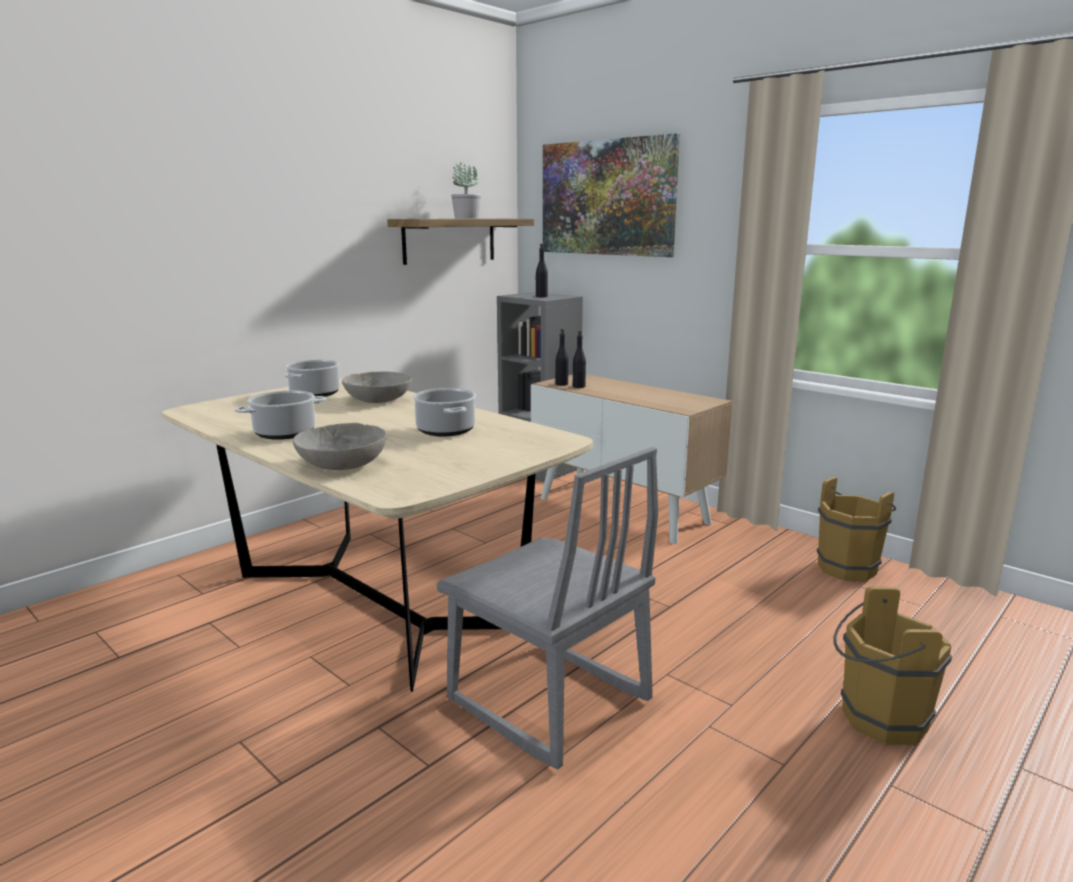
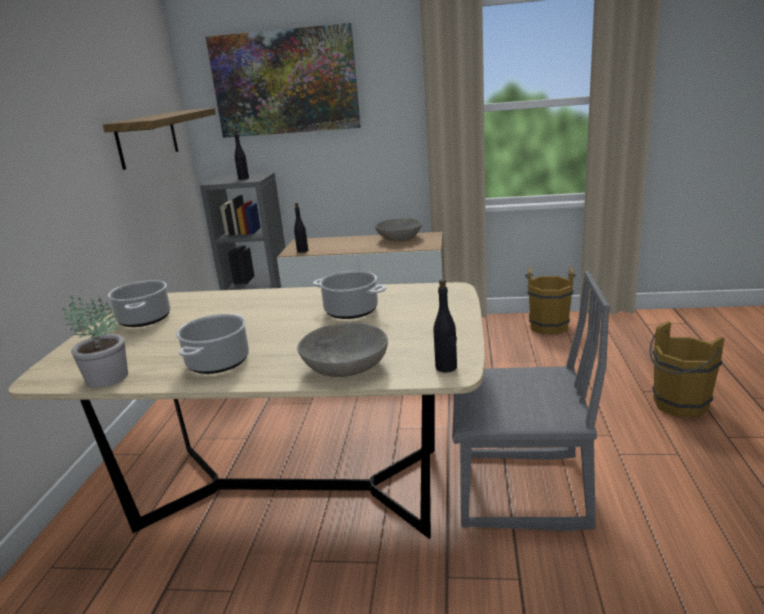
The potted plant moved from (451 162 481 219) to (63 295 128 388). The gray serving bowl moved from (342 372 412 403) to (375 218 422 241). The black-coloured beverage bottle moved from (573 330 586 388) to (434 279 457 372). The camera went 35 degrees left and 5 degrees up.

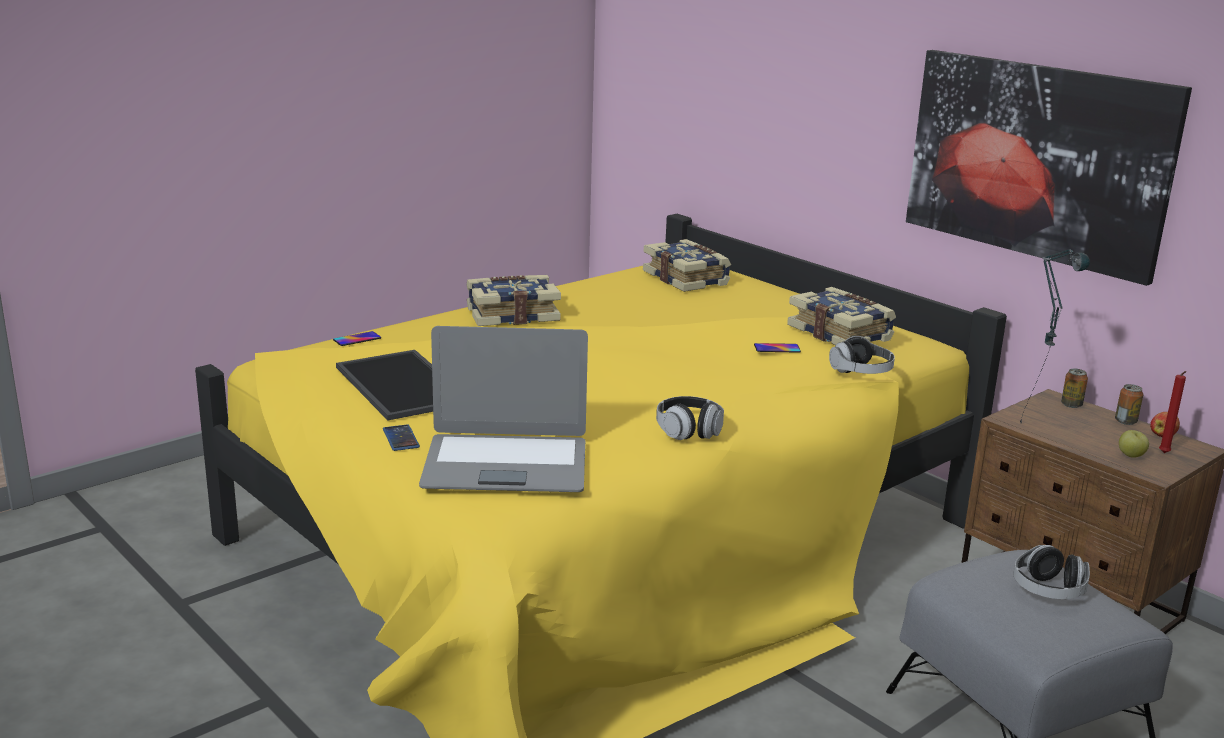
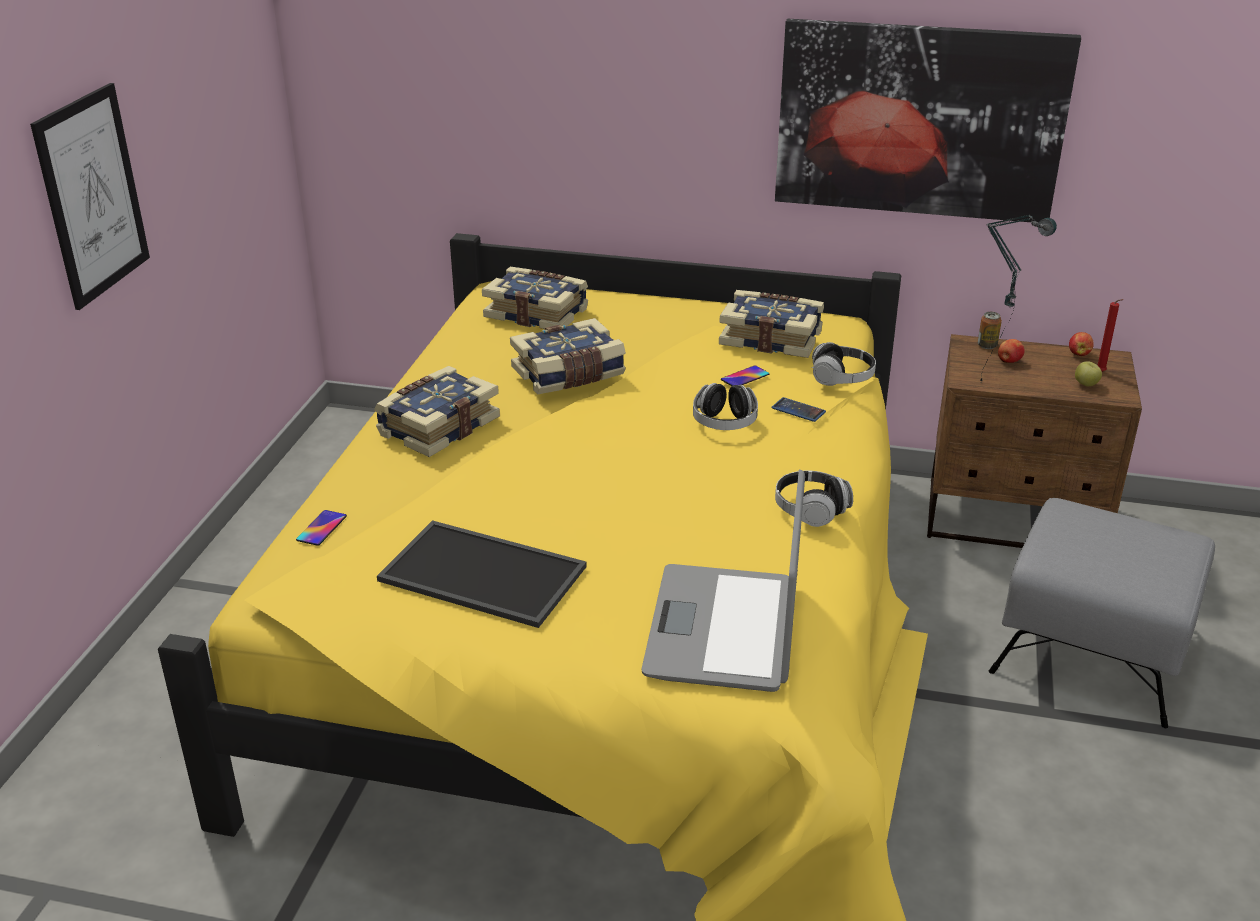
The wall art at (30 83 150 310) appeared. The bound book at (510 318 626 395) appeared. The portable computer at (419 326 588 492) turned 135 degrees clockwise. The headset moved from (1013 545 1090 599) to (693 383 758 430). The phone moved from (383 424 420 451) to (771 397 826 422). The apple fruit at (998 339 1025 363) appeared. The can at (1115 384 1143 425) disappeared. The camera went 35 degrees left and 10 degrees up.

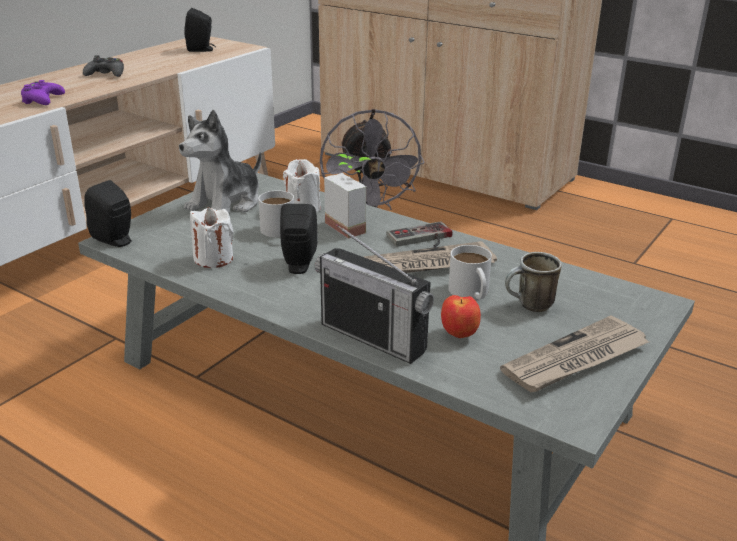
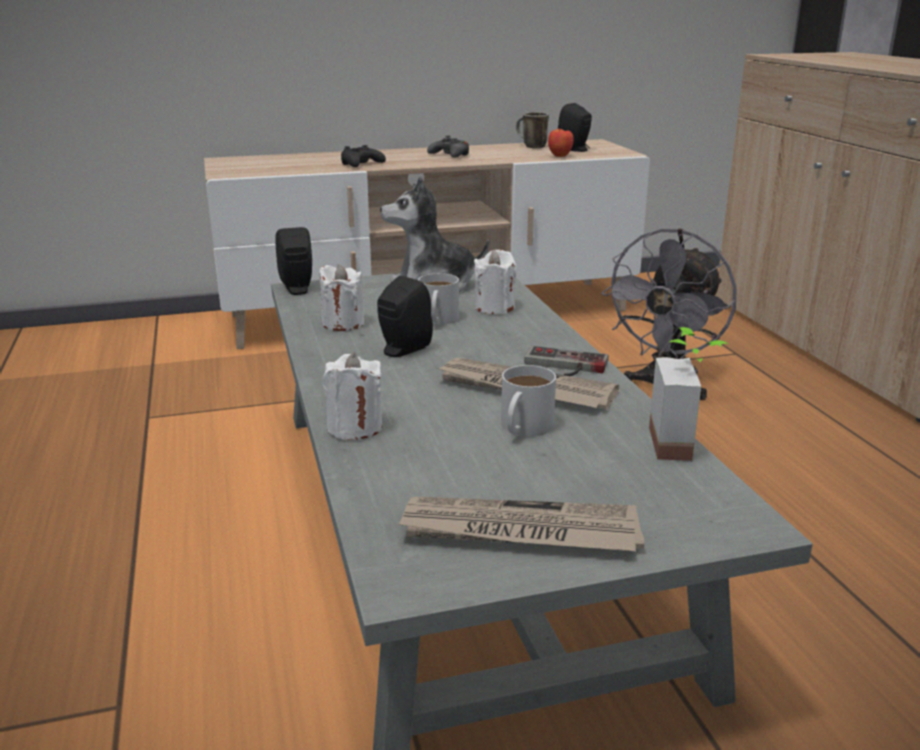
The radio receiver at (315 224 434 364) was replaced by the whitish candle at (323 353 382 440). The purple gamepad at (21 80 65 105) became the black-coloured gamepad at (341 145 386 167). The coffee mug moved from (505 252 562 312) to (516 112 549 148). The apple fruit moved from (441 295 481 338) to (548 129 574 157). The potted plant moved from (324 154 371 238) to (649 327 729 461). The camera went 40 degrees right and 5 degrees down.

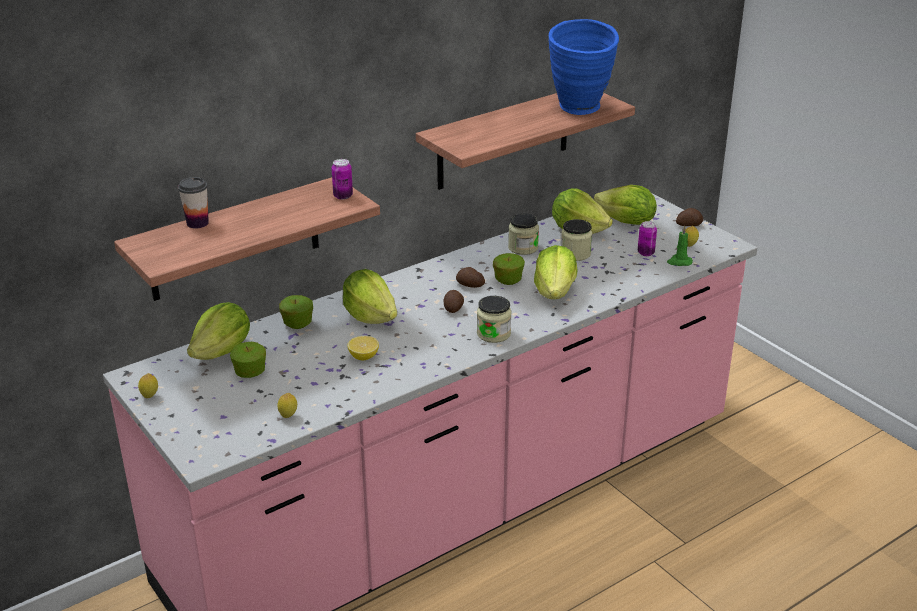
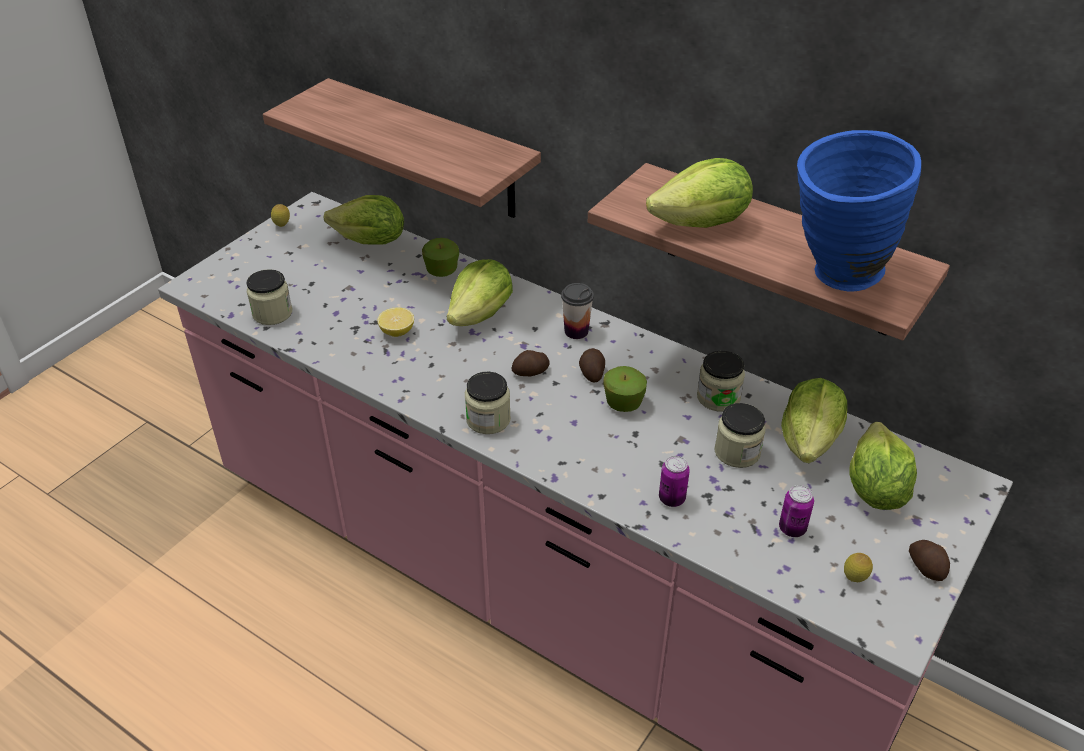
The citrus fruit at (277 393 297 418) was replaced by the storage jar at (246 269 292 325). The small cup moved from (178 177 209 229) to (561 283 594 339). The lettuce head moved from (534 245 578 299) to (646 158 753 228). The can moved from (331 159 353 200) to (659 456 690 507). The apple fruit at (230 342 266 378) disappeared. The green-coloured candle at (667 226 693 266) disappeared. The camera went 70 degrees right and 10 degrees up.

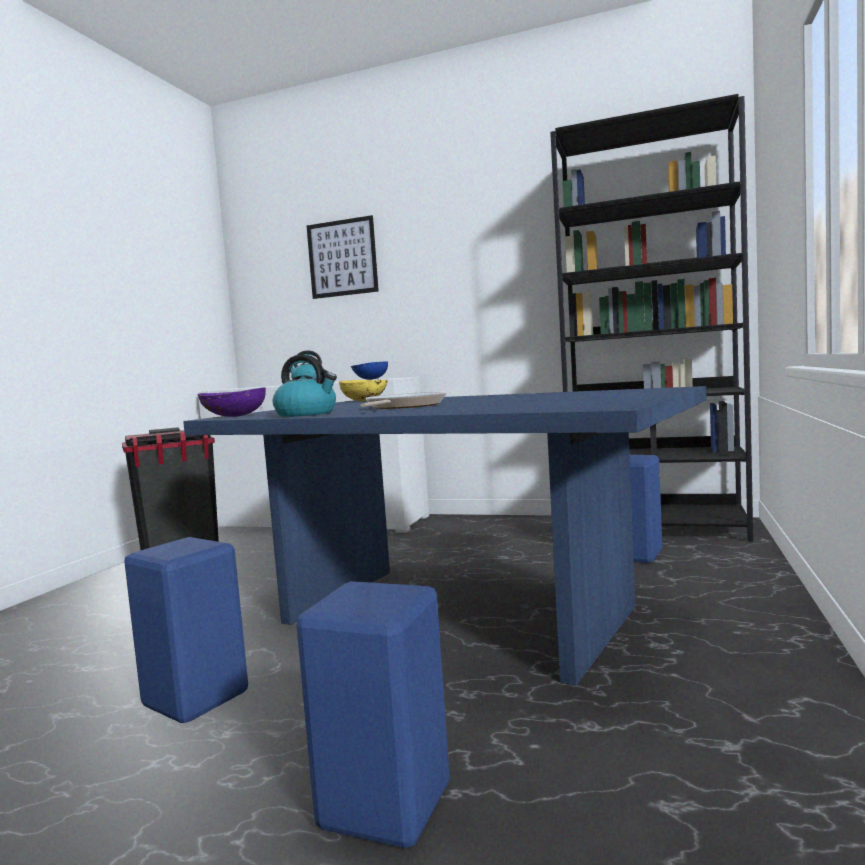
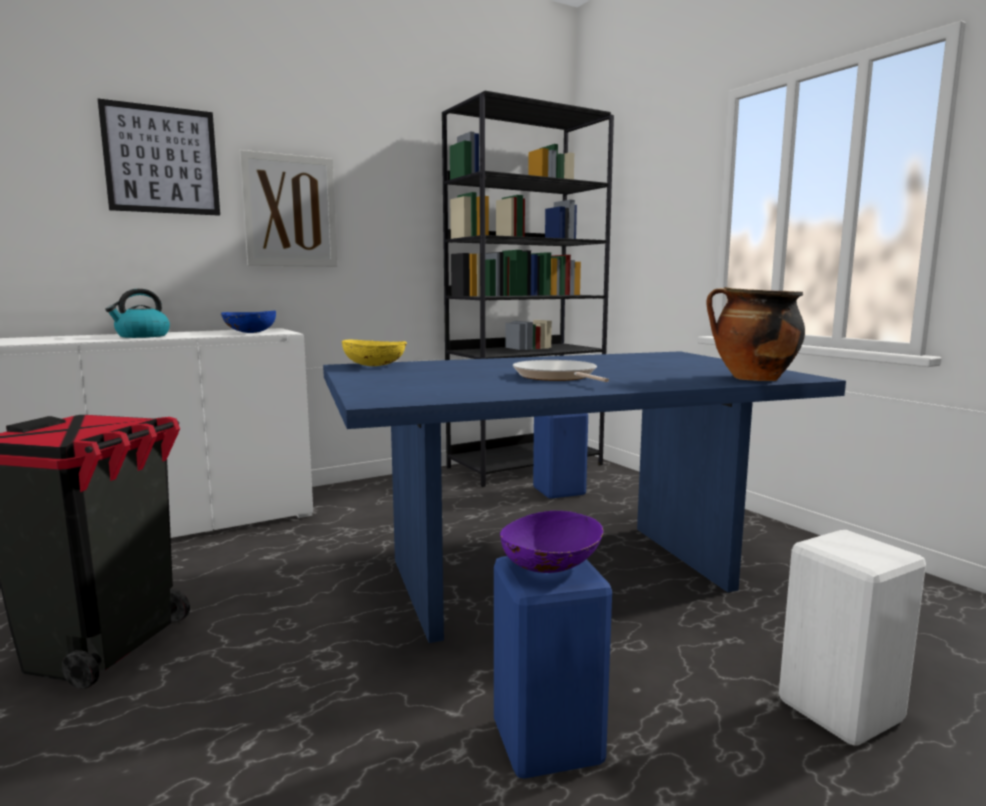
The wall art at (240 150 337 267) appeared. The purple serving bowl moved from (197 387 266 417) to (500 511 604 573). The saucepot at (706 287 805 381) appeared. The bluish stool seat at (297 581 450 848) became the whitish stool seat at (779 530 926 745). The tea kettle at (273 355 337 417) disappeared. The camera went 50 degrees left and 5 degrees up.

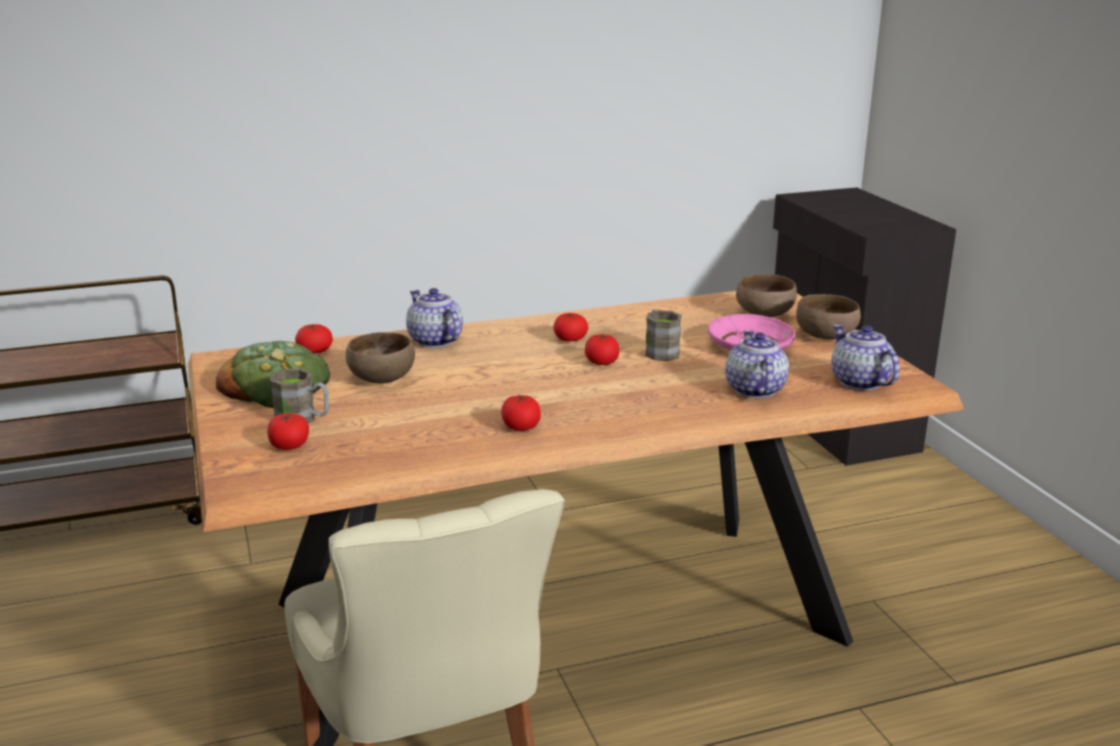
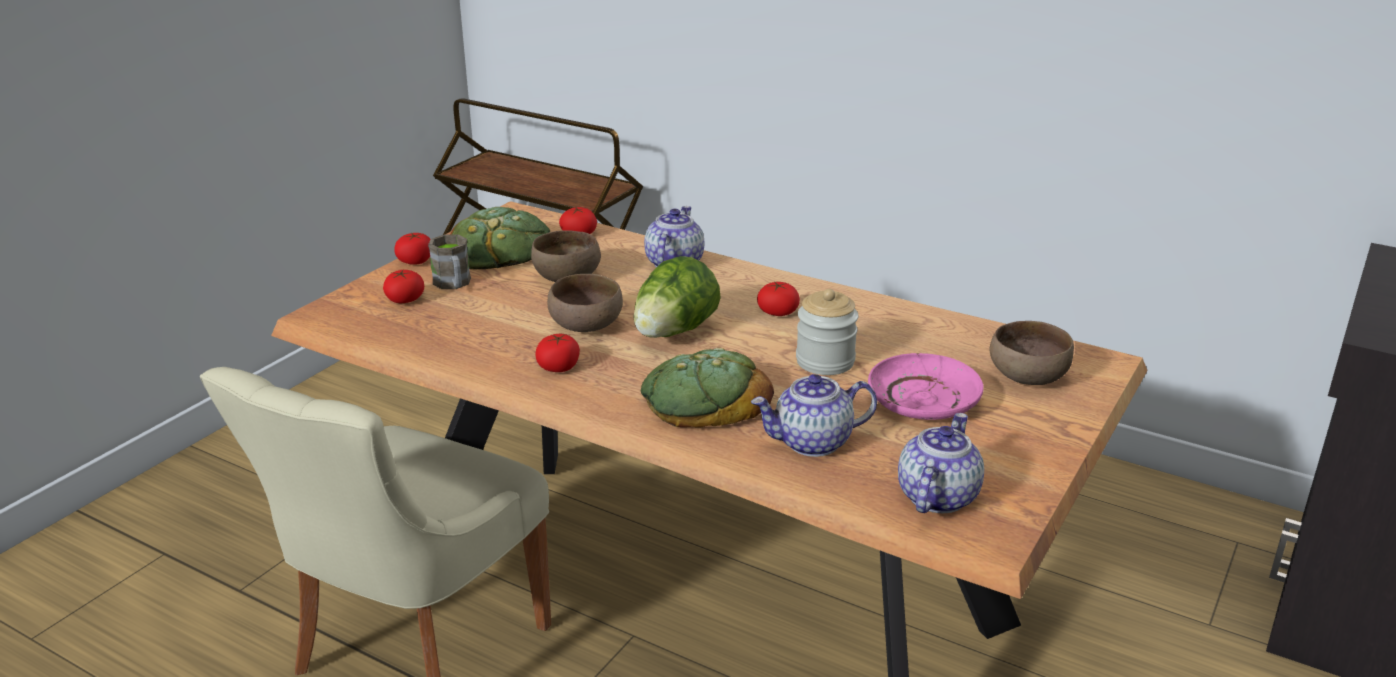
The tomato moved from (585 334 619 365) to (394 233 431 265). The brown-coloured serving bowl moved from (796 294 861 340) to (547 274 623 332). The lettuce head at (633 256 721 338) appeared. The bread at (640 348 774 427) appeared. The teapot at (725 330 789 398) turned 150 degrees counterclockwise. The brown-coloured coffee mug at (645 309 682 361) was replaced by the storage jar at (796 289 858 375). The camera went 50 degrees right and 5 degrees up.

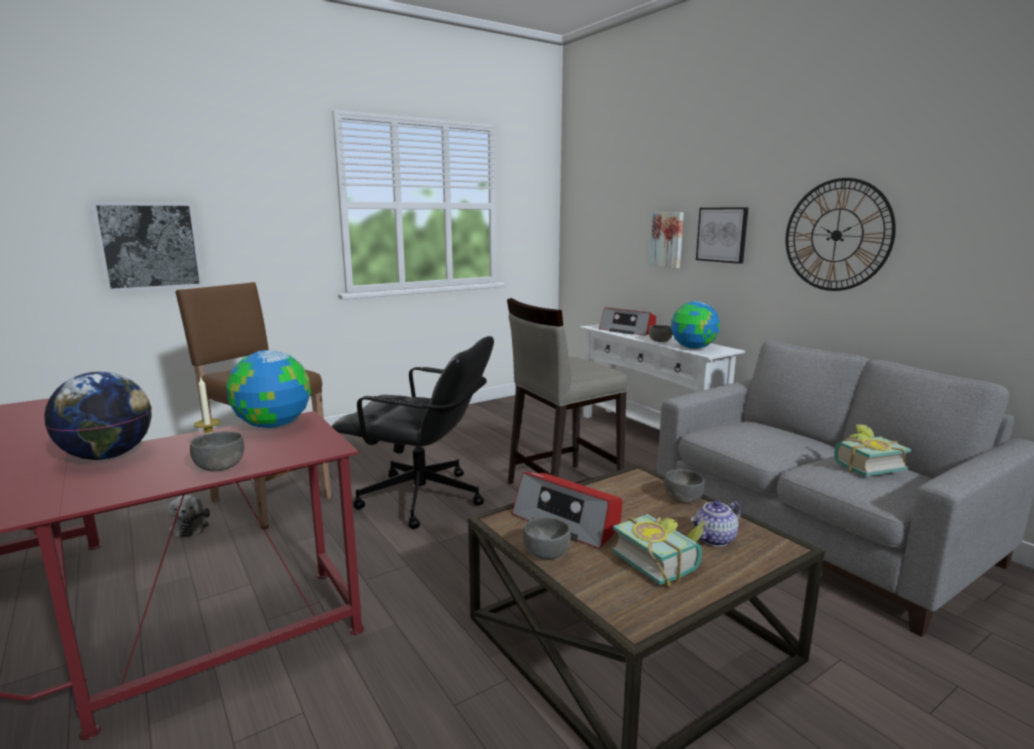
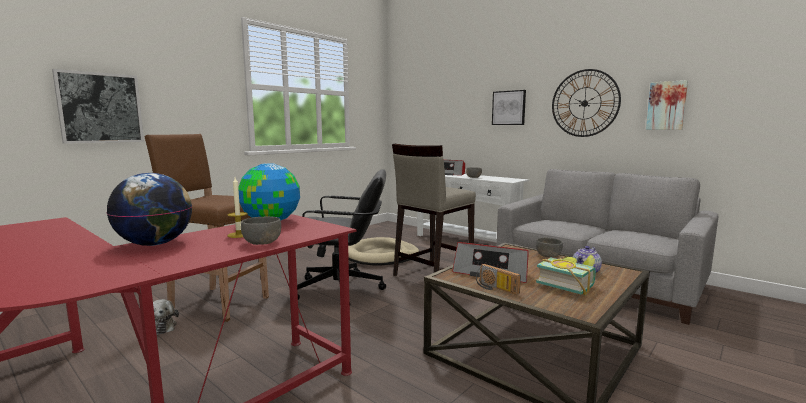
The beige dog bed at (348 237 419 266) appeared. The gray serving bowl at (523 517 571 560) was replaced by the radio receiver at (476 264 521 295). The wall art moved from (650 212 684 268) to (646 80 688 130). The world globe at (671 301 720 349) disappeared. The bound book at (834 424 911 476) disappeared. The camera went 15 degrees left and 5 degrees down.

